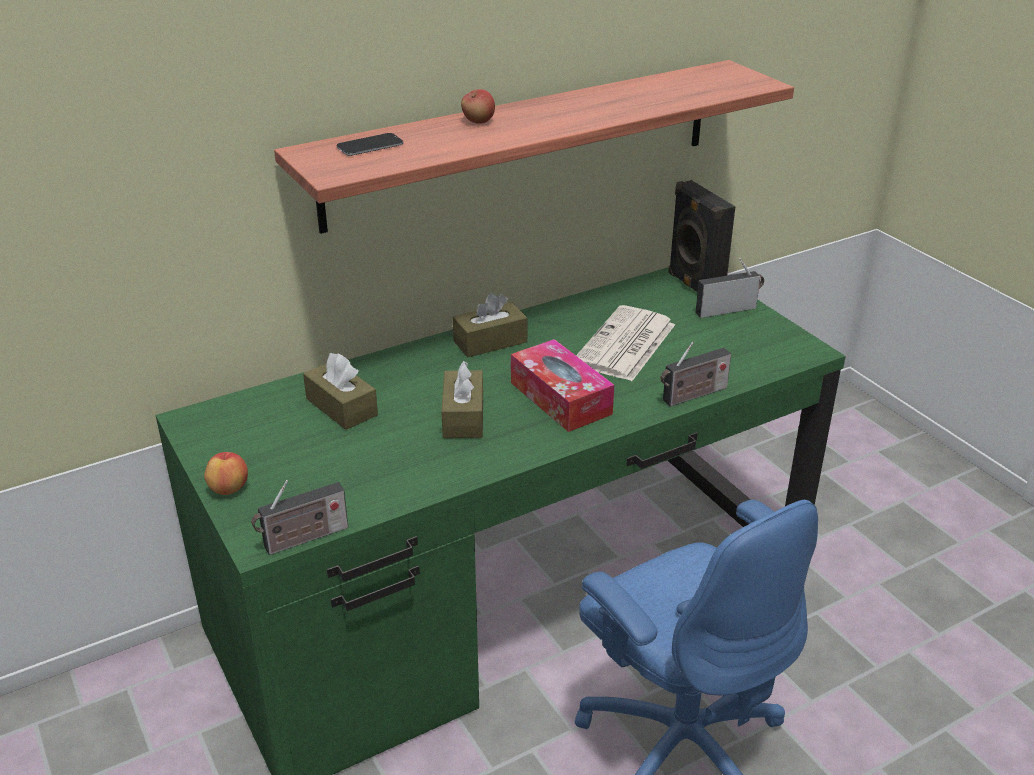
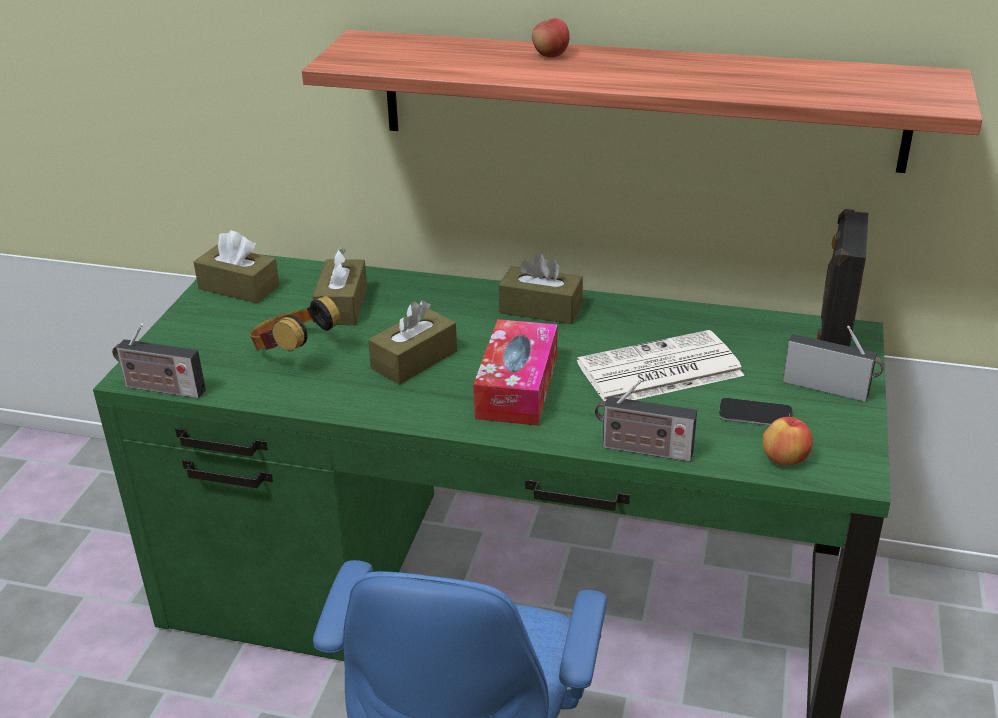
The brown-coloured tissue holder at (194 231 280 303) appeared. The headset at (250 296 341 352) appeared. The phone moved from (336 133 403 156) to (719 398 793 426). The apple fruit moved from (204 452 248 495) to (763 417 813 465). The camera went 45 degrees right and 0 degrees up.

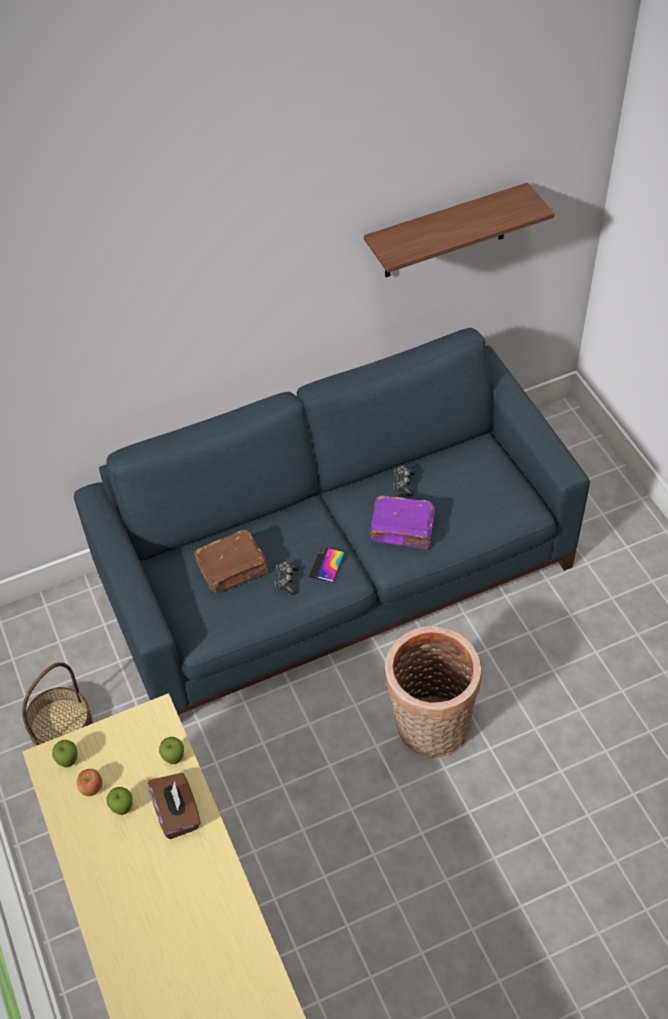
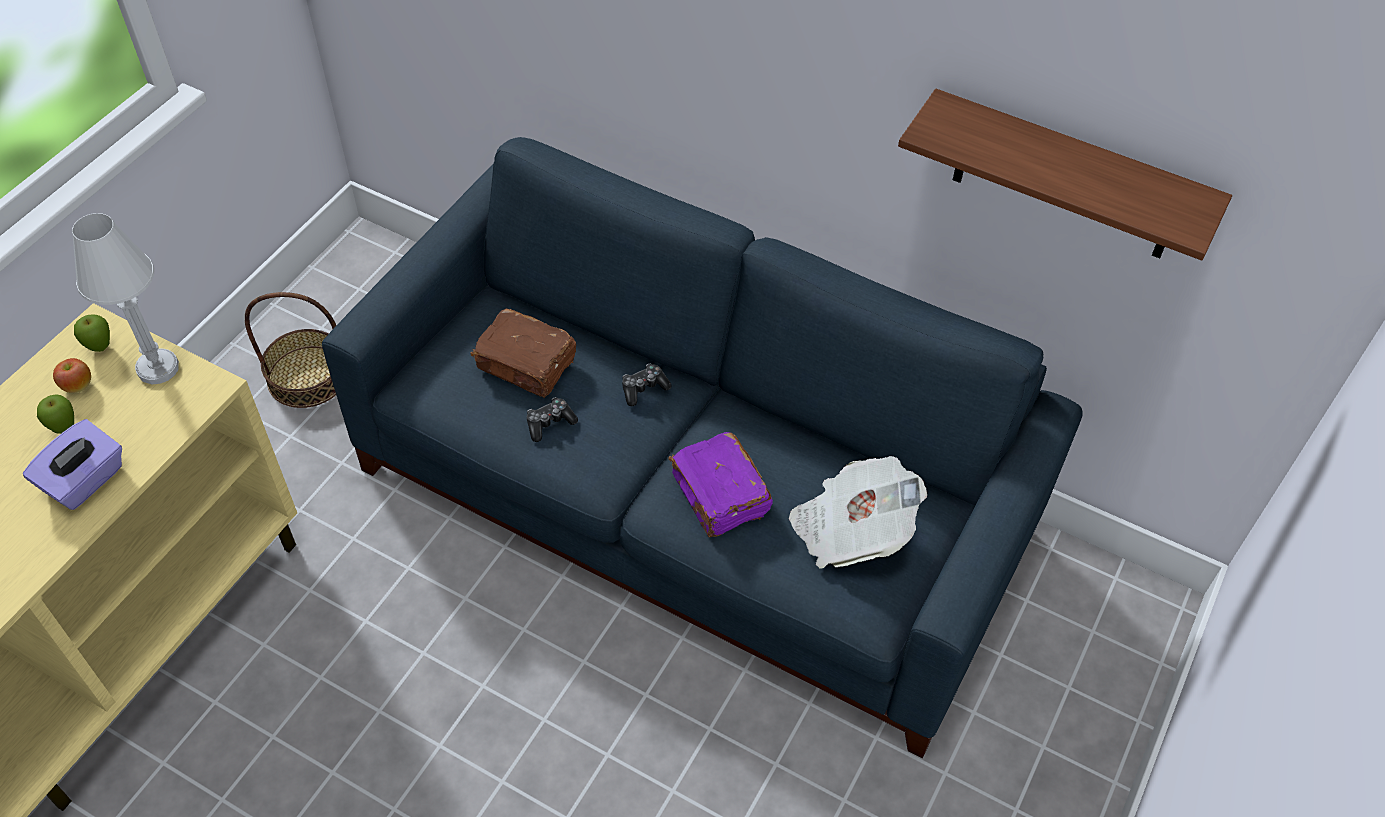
The brown-coloured tissue holder at (148 773 201 839) became the purple tissue holder at (23 419 122 510). The whitish lamp for a table at (72 213 179 384) appeared. The gamepad moved from (393 465 415 496) to (622 364 672 406). The daily paper at (789 456 927 569) appeared. The apple fruit at (159 737 184 764) disappeared. The phone at (308 547 345 583) disappeared. The basket at (384 626 482 758) disappeared. The camera went 50 degrees right and 0 degrees up.

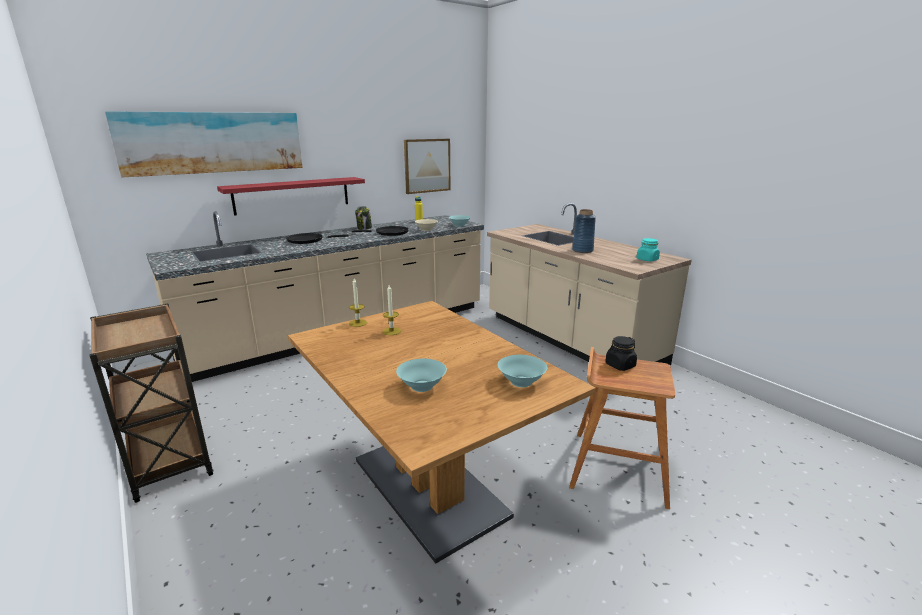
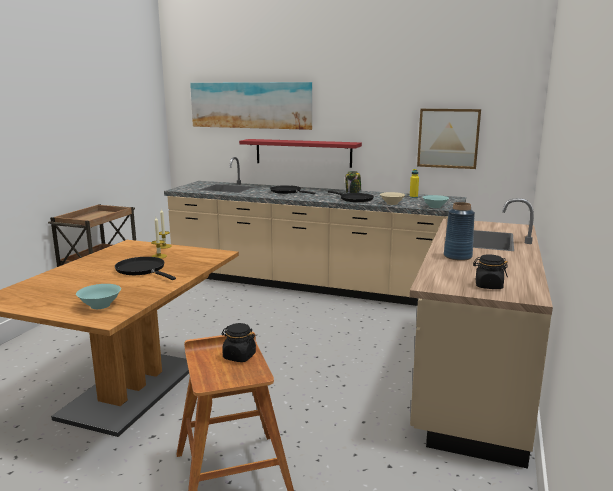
The black-coloured frying pan at (115 257 176 280) appeared. The blue-green storage jar at (636 238 660 261) became the black-coloured storage jar at (473 254 508 289). The blue-green serving bowl at (396 358 447 392) disappeared. The camera went 55 degrees right and 5 degrees down.

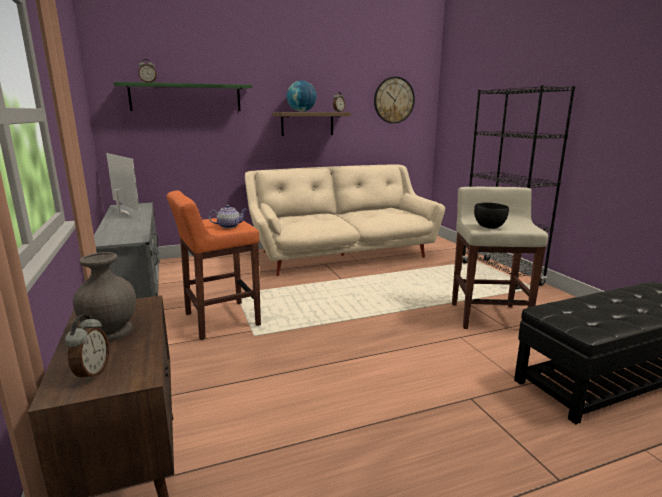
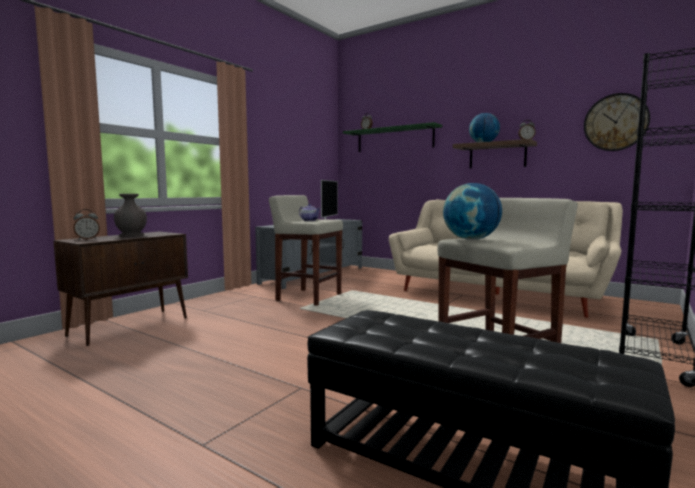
The orange stool seat at (167 191 261 340) became the beige stool seat at (269 195 343 306). The black-coloured serving bowl at (474 202 509 229) was replaced by the world globe at (443 183 502 240). The camera went 55 degrees right and 10 degrees down.

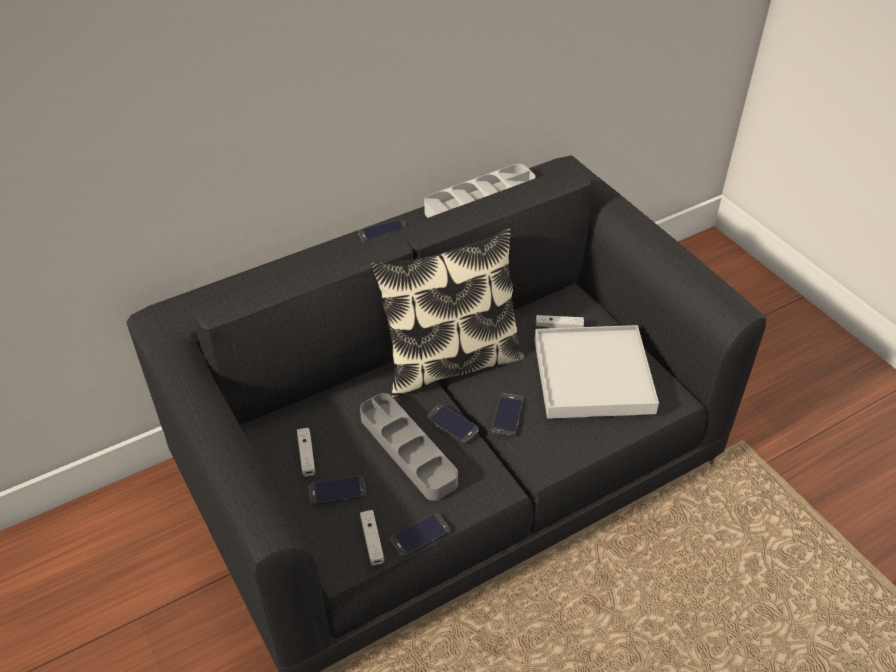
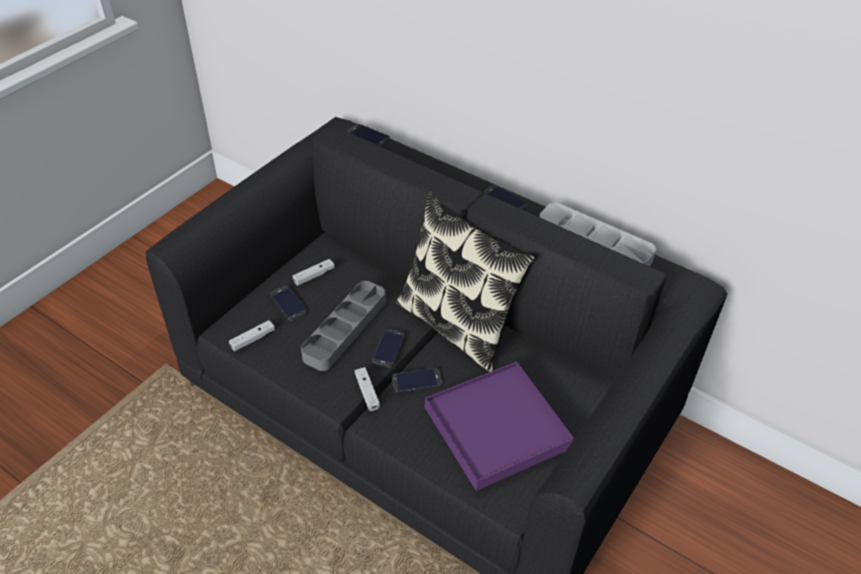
The phone moved from (390 513 450 557) to (348 124 390 147). The whitish gamepad moved from (536 315 584 328) to (355 367 380 411). The whitish serving tray at (534 325 659 419) became the purple serving tray at (425 361 574 491). The camera went 65 degrees right and 0 degrees up.

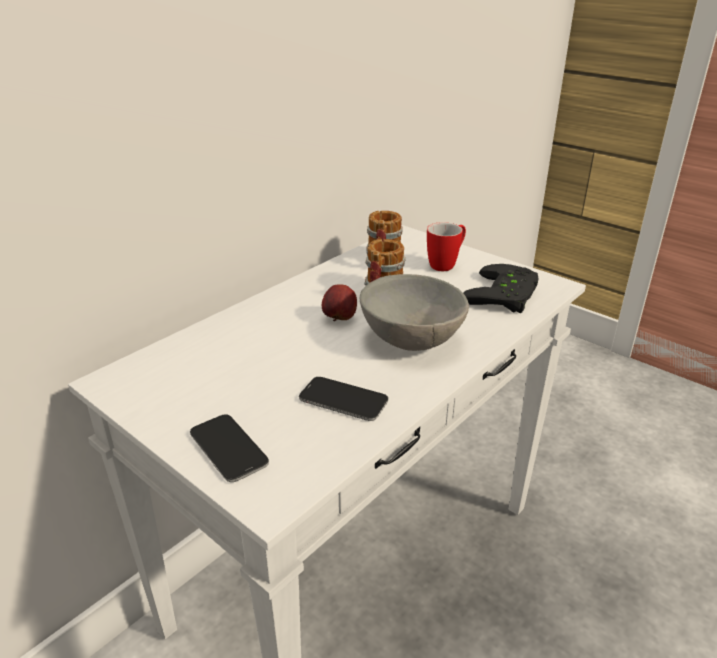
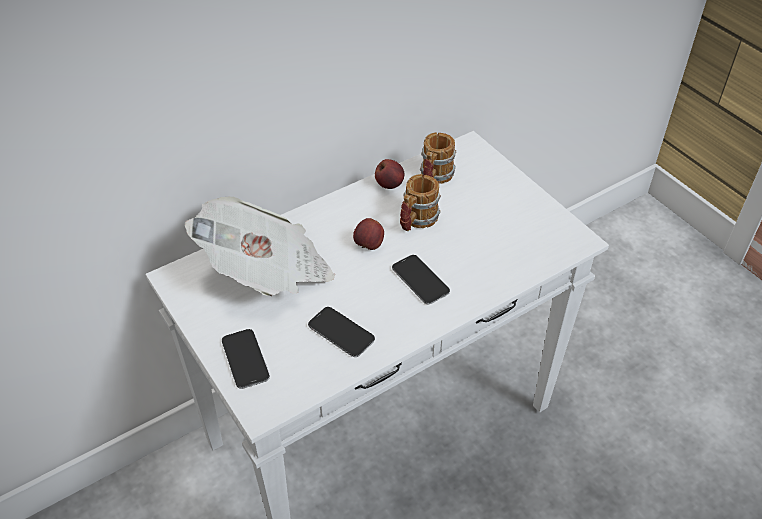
The daily paper at (185 196 335 296) appeared. The apple fruit at (375 159 404 189) appeared. The gray serving bowl at (360 274 469 351) was replaced by the phone at (392 255 450 304). The coffee mug at (427 222 466 271) disappeared. The black-coloured gamepad at (463 264 539 313) disappeared. The camera went 15 degrees right and 15 degrees up.

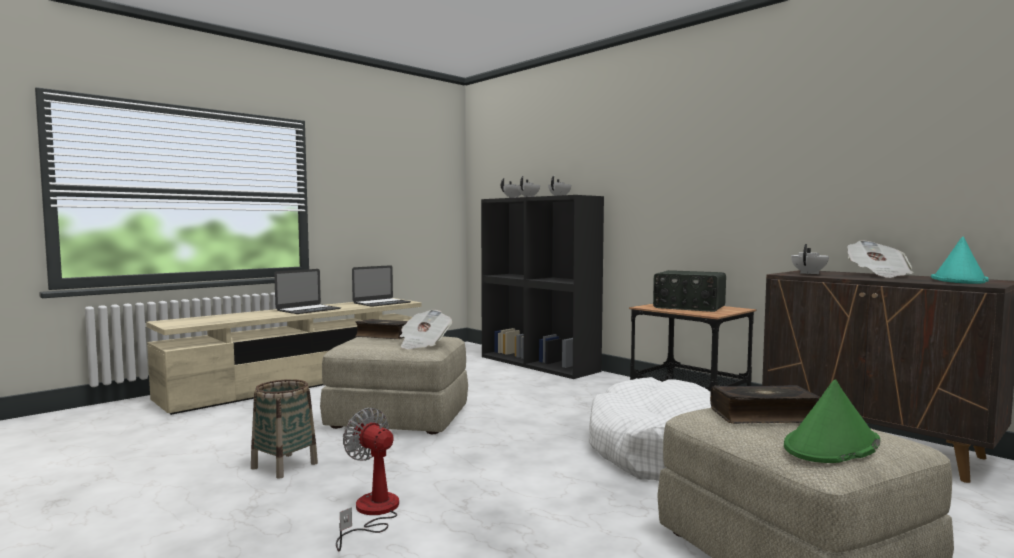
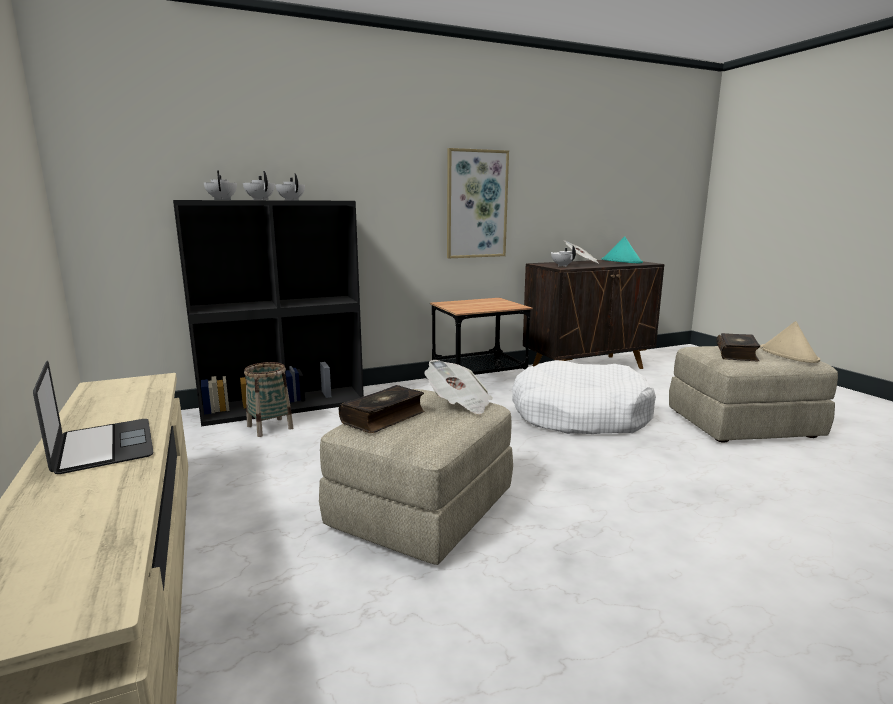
The basket moved from (251 379 318 479) to (244 362 293 437). The wall art at (447 148 509 258) appeared. The green-coloured wearable hat at (784 380 880 463) became the beige wearable hat at (760 321 820 363). The cooling fan at (336 408 399 551) disappeared. The portable computer at (352 265 411 307) disappeared. The radio receiver at (653 270 726 312) disappeared. The camera went 70 degrees left and 10 degrees up.

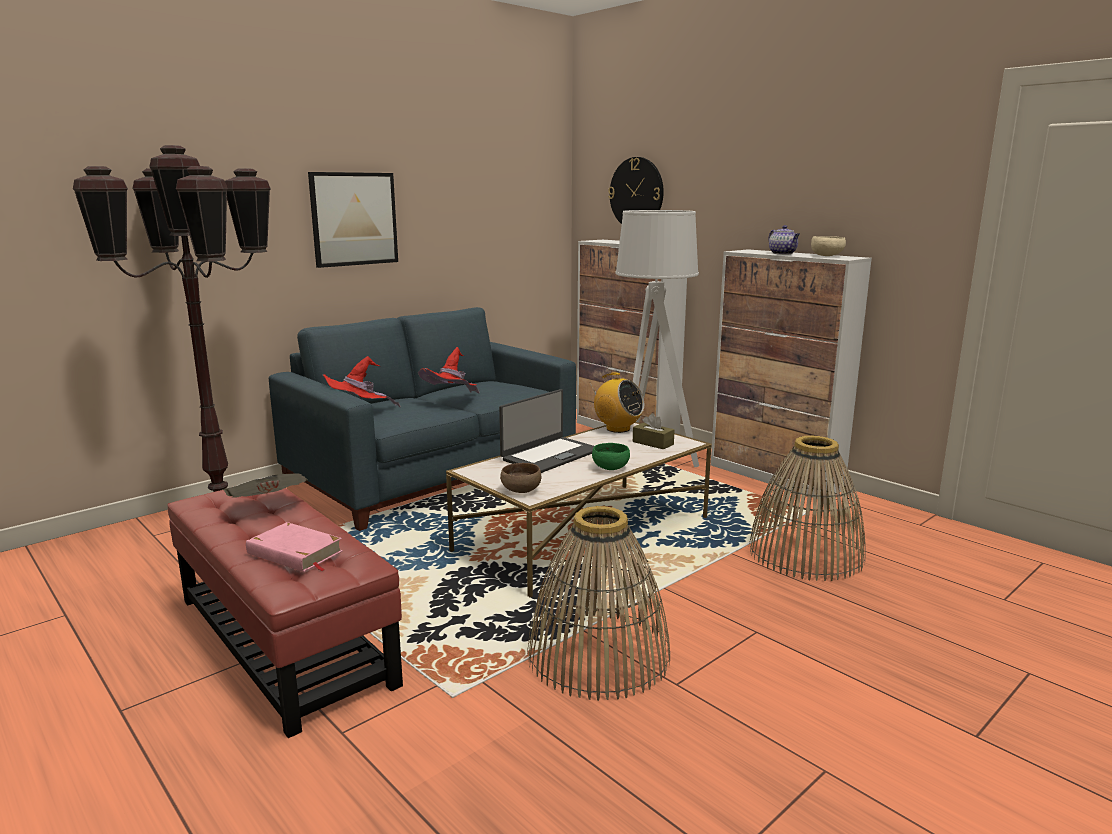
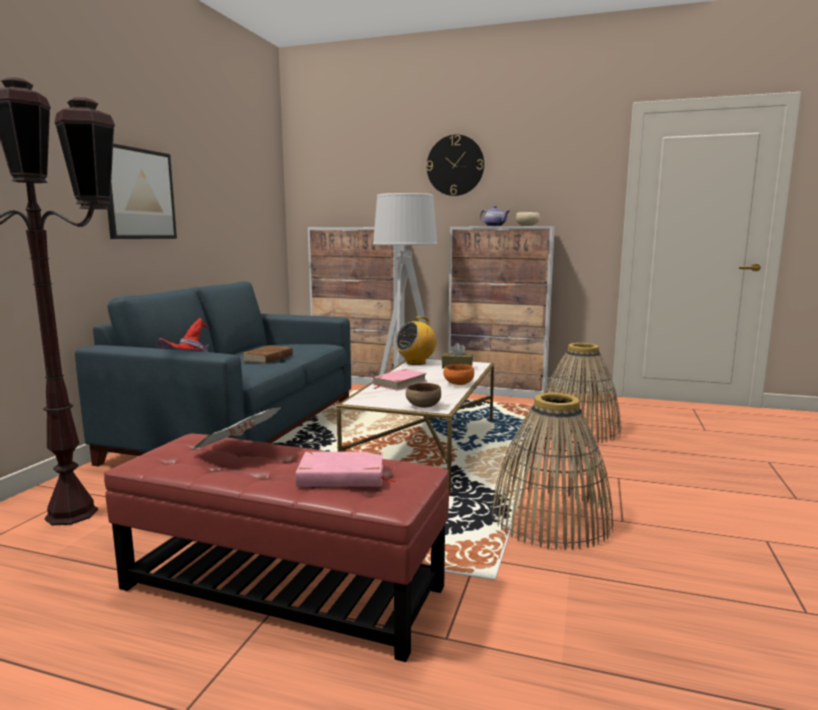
The red-coloured wearable hat at (418 347 480 393) was replaced by the brown-coloured bound book at (242 345 293 363). The portable computer at (499 389 594 473) was replaced by the pink bound book at (373 369 427 391). The radio receiver at (590 372 644 433) turned 135 degrees clockwise. The hanging clock moved from (608 157 664 224) to (427 134 484 196). The green-coloured serving bowl at (592 443 630 470) became the orange serving bowl at (443 364 474 385). The camera went 30 degrees left and 5 degrees down.

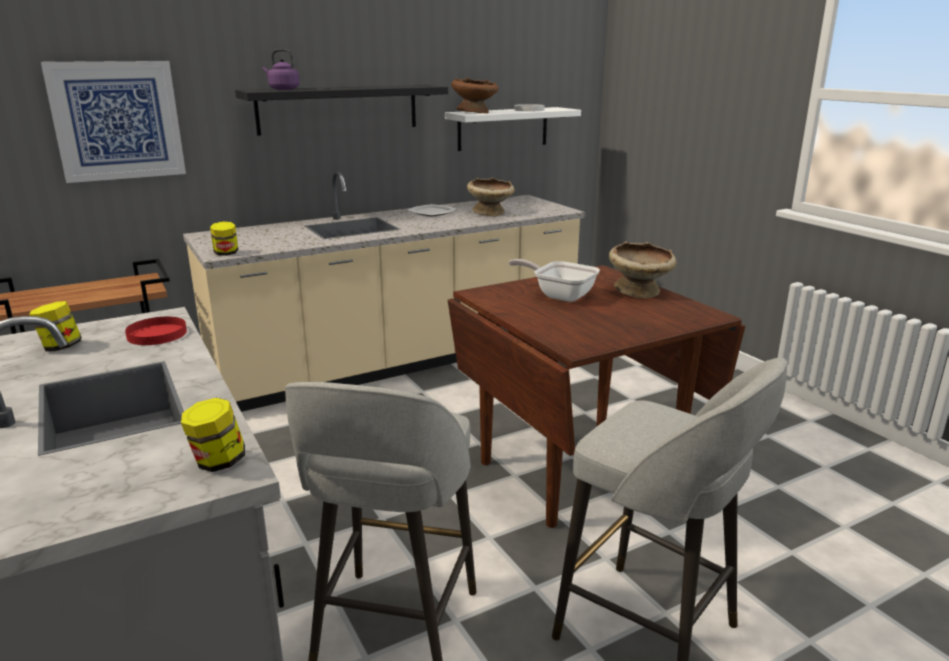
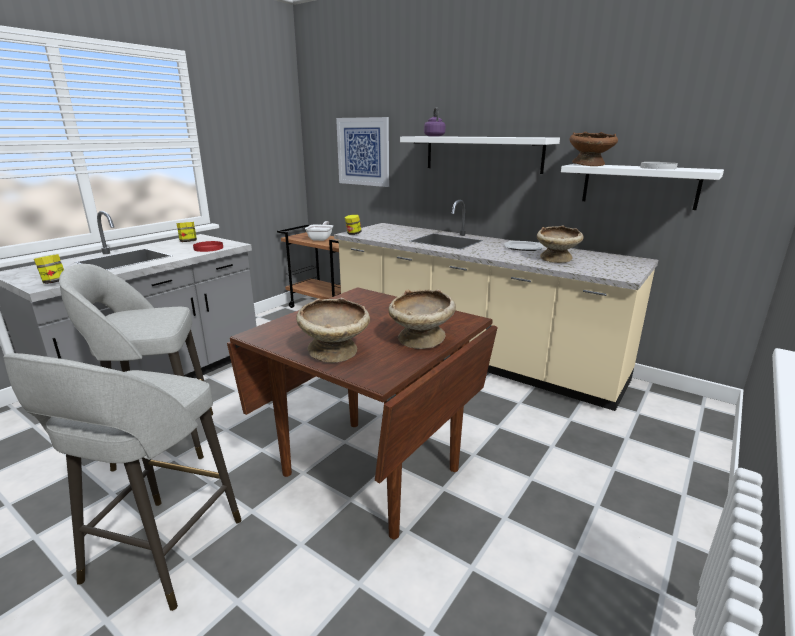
The beige serving bowl at (296 298 370 363) appeared. The frying pan moved from (509 259 600 302) to (305 221 333 241). The black-coloured shelf at (235 85 448 136) became the whitish shelf at (400 136 560 174). The camera went 65 degrees right and 0 degrees up.

